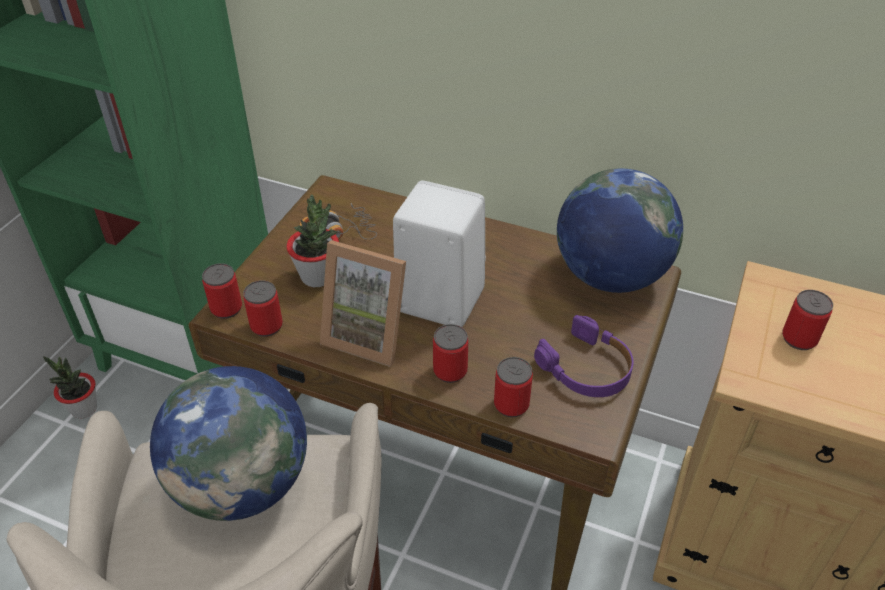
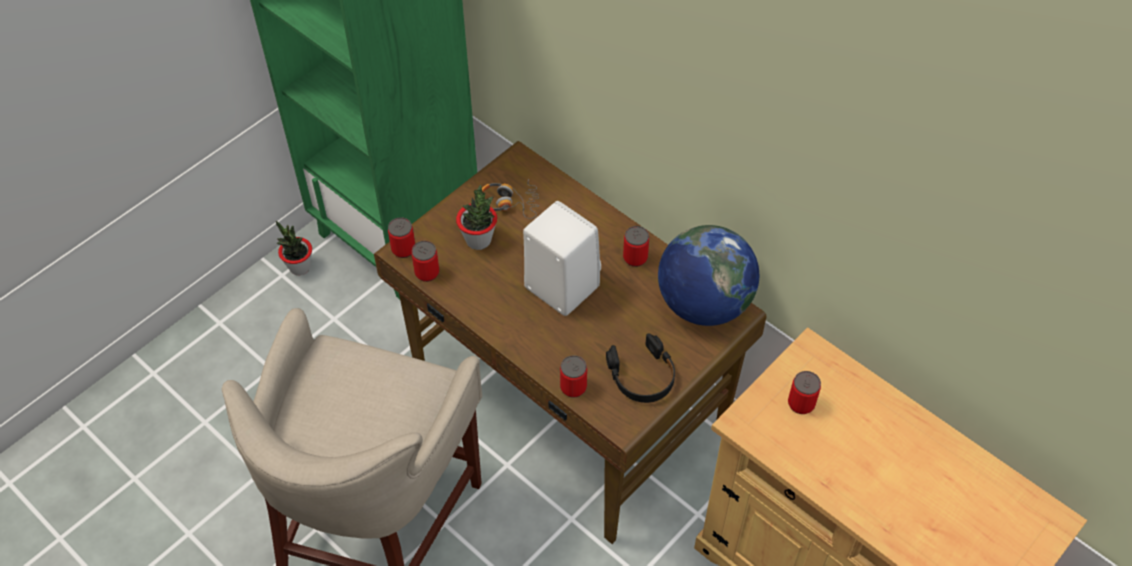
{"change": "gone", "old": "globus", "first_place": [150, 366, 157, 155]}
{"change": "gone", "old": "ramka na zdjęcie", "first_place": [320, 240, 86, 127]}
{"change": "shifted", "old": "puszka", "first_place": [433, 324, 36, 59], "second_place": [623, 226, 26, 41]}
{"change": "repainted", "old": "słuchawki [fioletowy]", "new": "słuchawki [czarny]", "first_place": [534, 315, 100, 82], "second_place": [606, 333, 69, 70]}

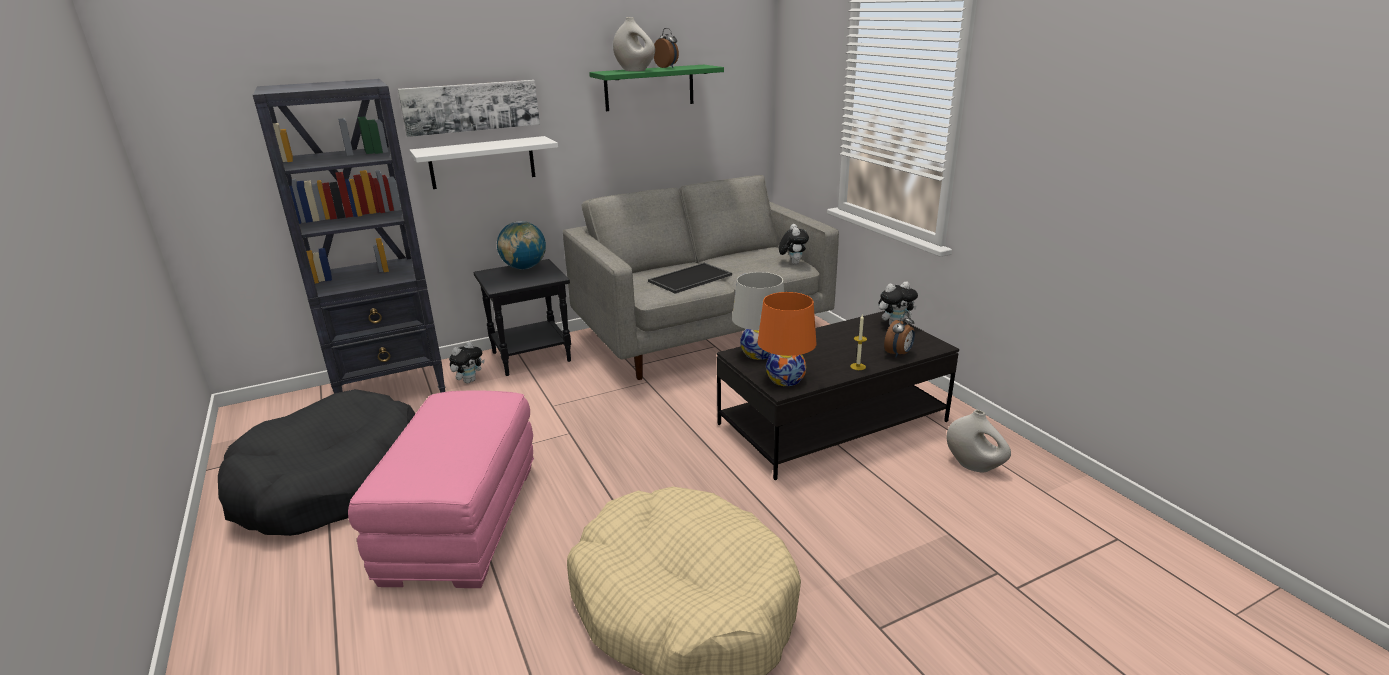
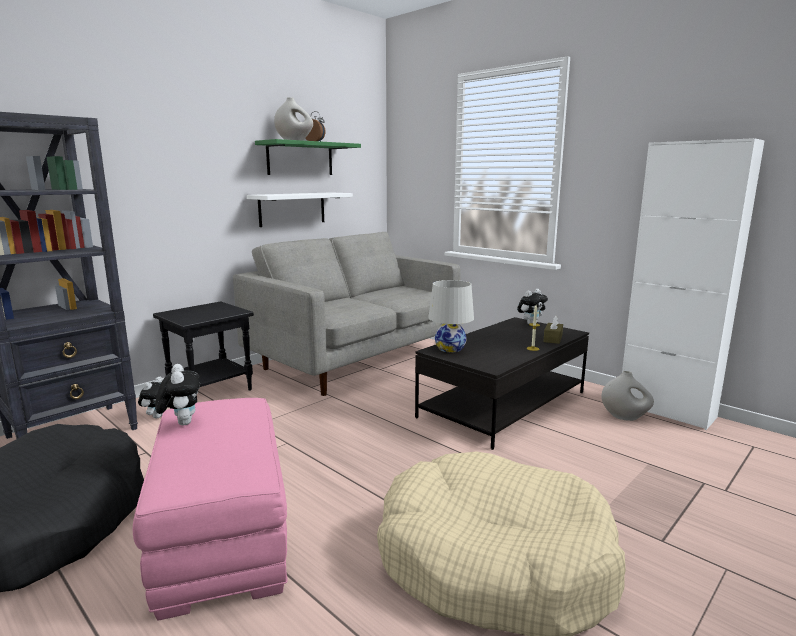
{"change": "gone", "old": "obraz", "first_place": [398, 80, 142, 57]}
{"change": "gone", "old": "globus", "first_place": [497, 221, 49, 48]}
{"change": "gone", "old": "taca", "first_place": [648, 263, 84, 31]}
{"change": "gone", "old": "lampa stołowa [pomarańczowy]", "first_place": [757, 292, 59, 94]}
{"change": "new", "new": "szafka [biały]", "second_place": [622, 138, 143, 292]}
{"change": "shifted", "old": "półka [biały]", "first_place": [410, 136, 148, 53], "second_place": [247, 192, 106, 35]}
{"change": "shifted", "old": "pluszak", "first_place": [779, 224, 30, 40], "second_place": [155, 364, 45, 61]}
{"change": "swapped", "old": "budzik", "new": "pudełko chusteczek [brązowy]", "first_place": [884, 311, 31, 46], "second_place": [543, 315, 20, 29]}

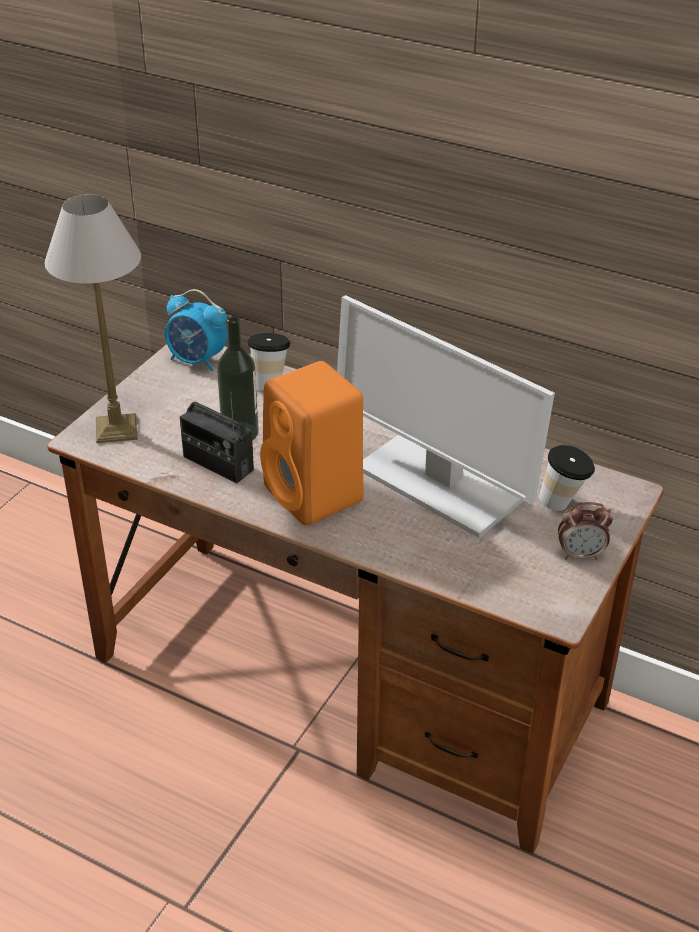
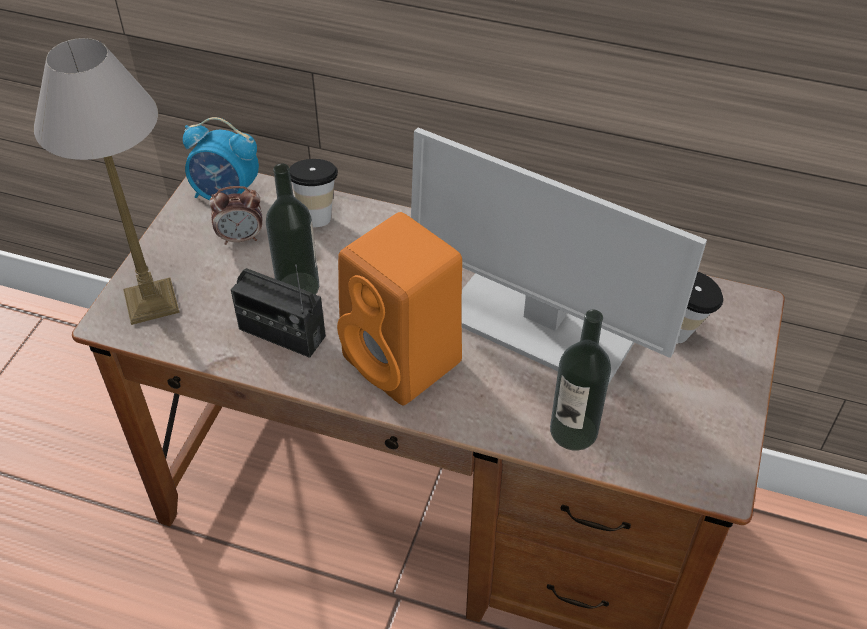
{"change": "new", "new": "butelka", "second_place": [550, 310, 61, 141]}
{"change": "shifted", "old": "budzik", "first_place": [558, 502, 55, 58], "second_place": [209, 186, 53, 59]}

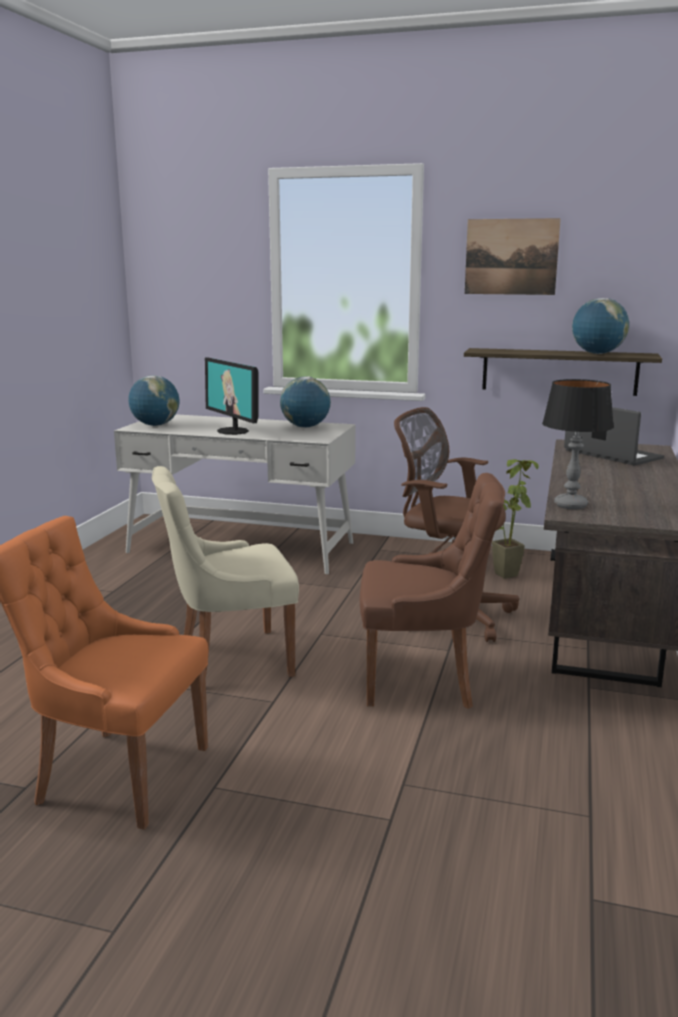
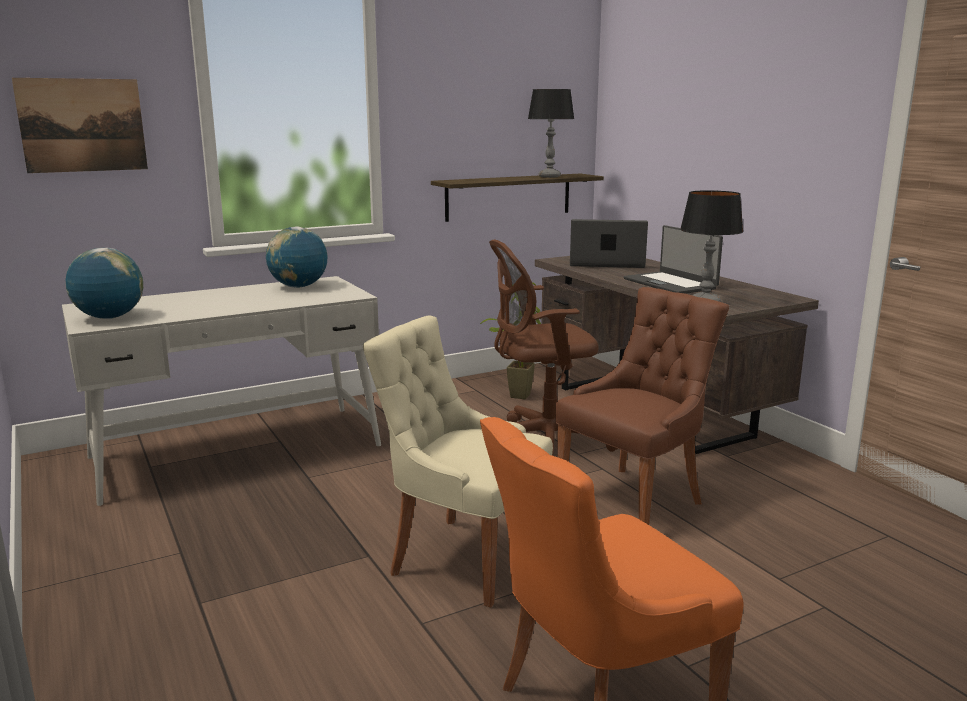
{"change": "gone", "old": "monitor", "first_place": [205, 357, 54, 78]}
{"change": "new", "new": "laptop", "second_place": [624, 225, 99, 69]}
{"change": "shifted", "old": "obraz", "first_place": [465, 218, 96, 77], "second_place": [12, 78, 136, 95]}
{"change": "swapped", "old": "globus", "new": "lampa stołowa", "first_place": [572, 298, 57, 56], "second_place": [528, 89, 46, 89]}
{"change": "rotated", "old": "krzesło [beżowy]", "first_place": [152, 466, 147, 213], "second_place": [363, 315, 190, 293], "degrees": 90}

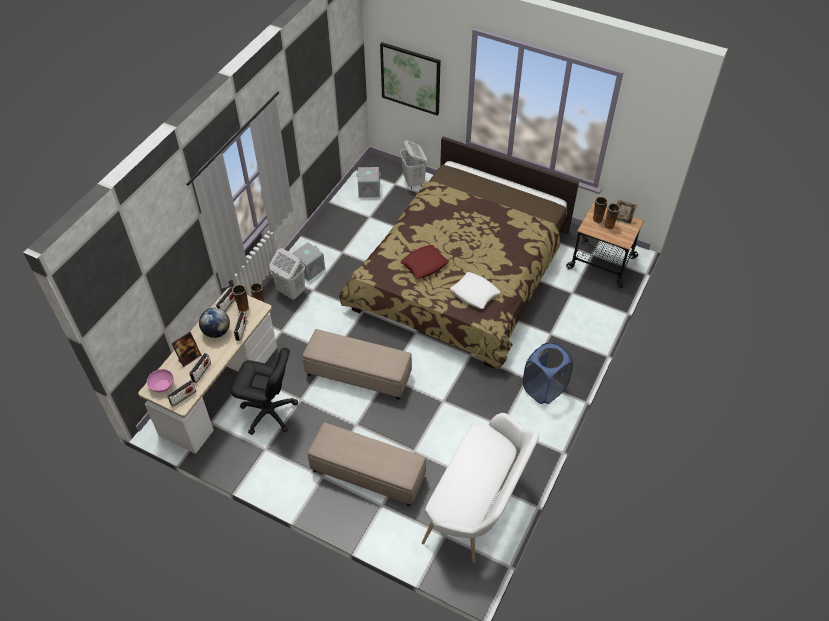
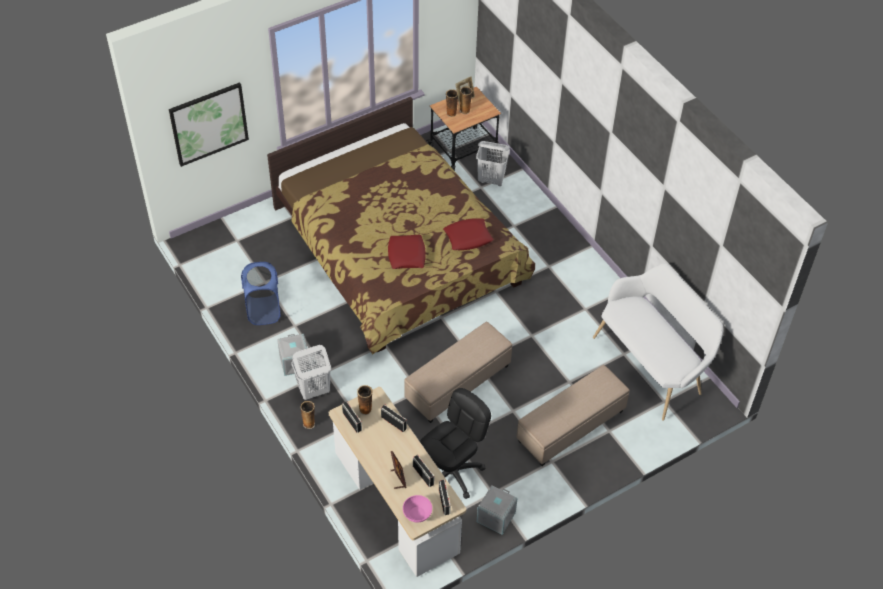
{"change": "gone", "old": "globus", "first_place": [199, 308, 31, 30]}
{"change": "shifted", "old": "pojemnik do przechowywania [szary]", "first_place": [356, 167, 25, 31], "second_place": [477, 485, 41, 50]}
{"change": "shifted", "old": "kosz na pranie [biały]", "first_place": [400, 140, 27, 49], "second_place": [476, 141, 34, 45]}
{"change": "shifted", "old": "kosz na pranie [niebieski]", "first_place": [523, 343, 50, 61], "second_place": [241, 262, 40, 63]}
{"change": "repainted", "old": "poduszka [biały]", "new": "poduszka [czerwony]", "first_place": [450, 272, 50, 37], "second_place": [443, 218, 50, 32]}

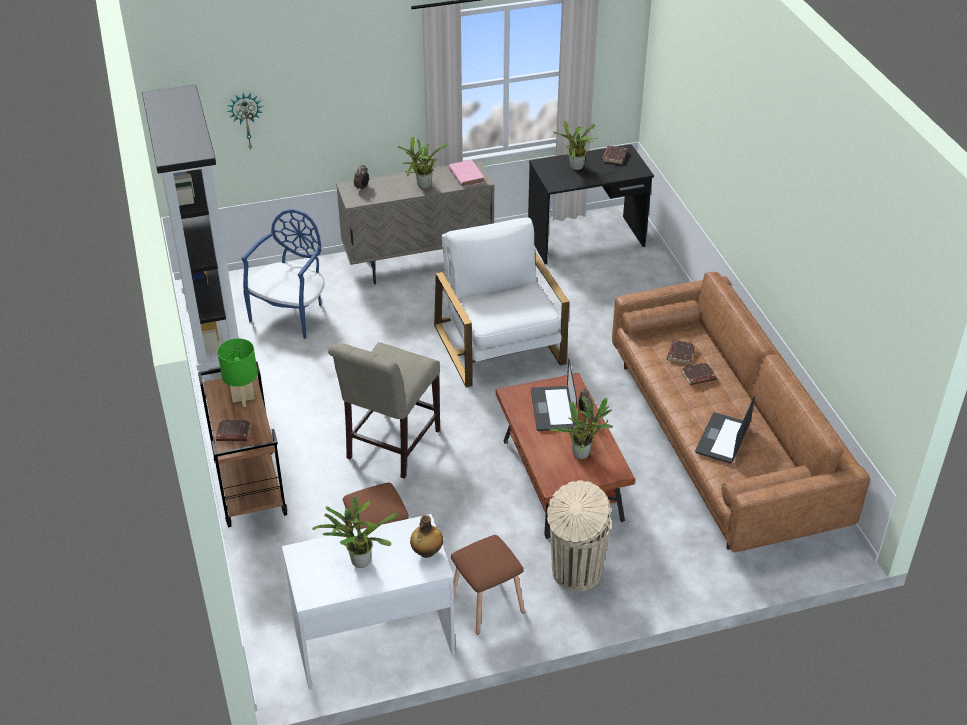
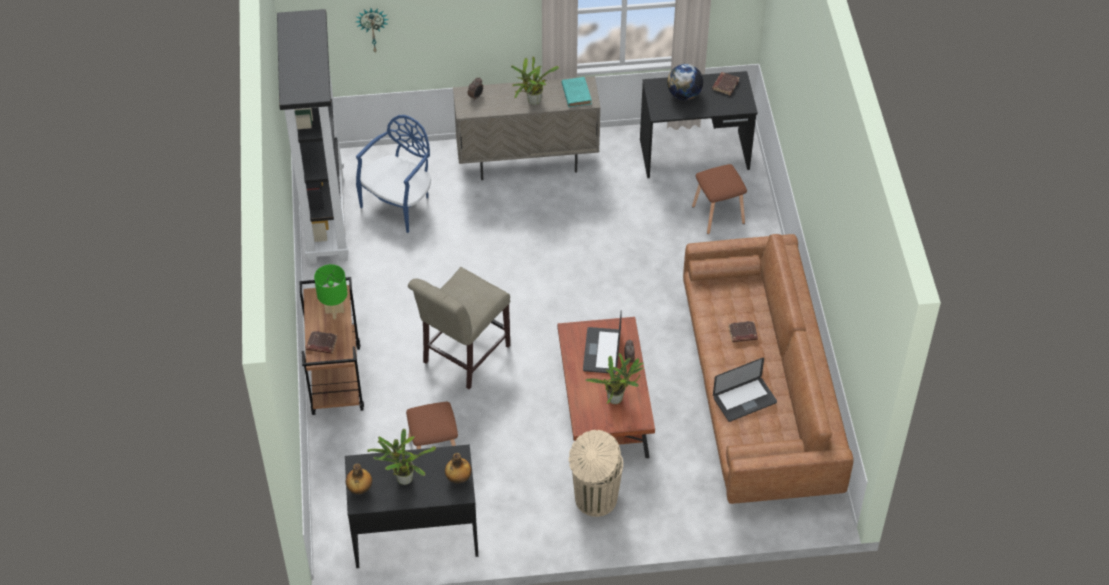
{"change": "gone", "old": "fotel [biały]", "first_place": [434, 218, 135, 169]}
{"change": "gone", "old": "książka [brązowy]", "first_place": [667, 340, 28, 25]}
{"change": "new", "new": "butelka", "second_place": [346, 463, 26, 31]}
{"change": "shifted", "old": "stołek [brązowy]", "first_place": [451, 535, 74, 99], "second_place": [692, 164, 55, 70]}
{"change": "swapped", "old": "roślina doniczkowa", "new": "globus", "first_place": [554, 121, 43, 49], "second_place": [667, 64, 36, 36]}
{"change": "repainted", "old": "biurko [biały]", "new": "biurko [czarny]", "first_place": [282, 514, 173, 176], "second_place": [345, 444, 133, 124]}
{"change": "repainted", "old": "książka [różowy]", "new": "książka [turkusowy]", "first_place": [449, 160, 36, 27], "second_place": [561, 77, 31, 30]}
{"change": "rotated", "old": "laptop", "first_place": [695, 395, 60, 69], "second_place": [713, 357, 64, 65], "degrees": -150}

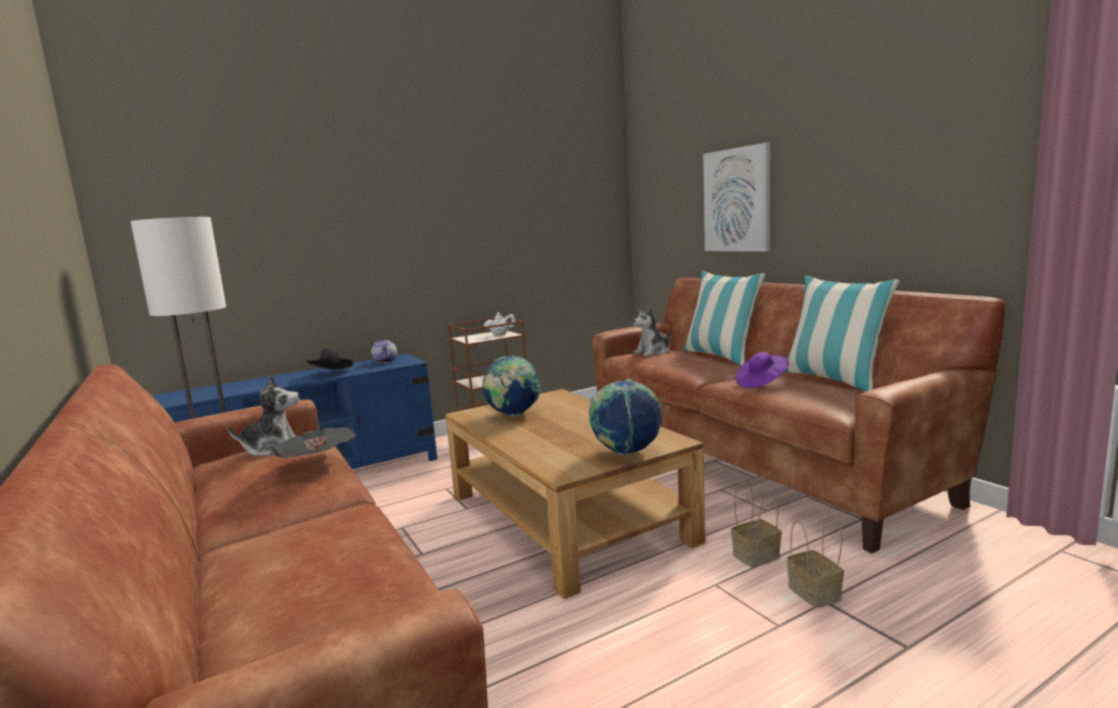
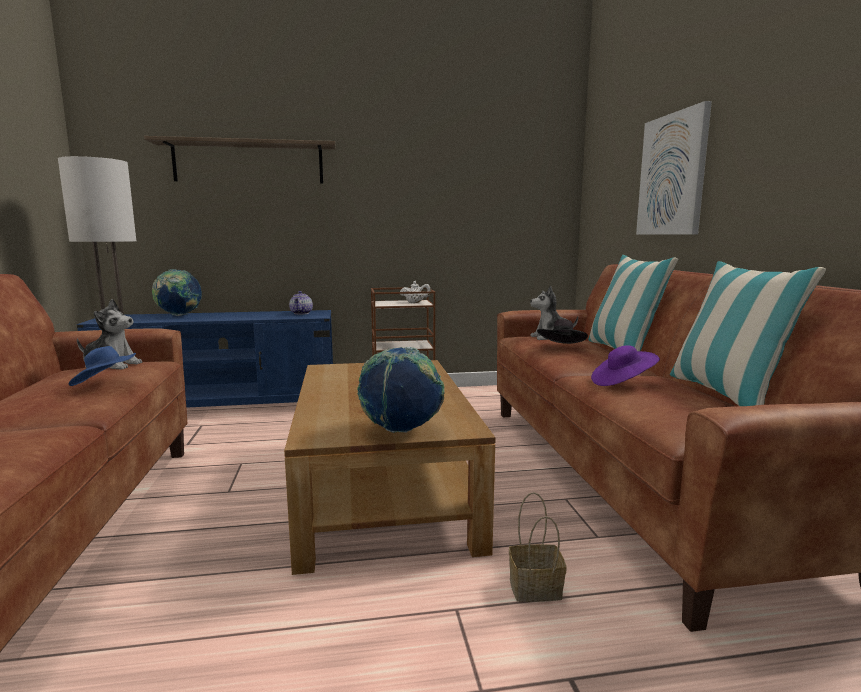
{"change": "gone", "old": "koszyk", "first_place": [787, 512, 57, 96]}
{"change": "new", "new": "półka", "second_place": [144, 136, 192, 48]}
{"change": "shifted", "old": "kapelusz [czarny]", "first_place": [306, 349, 47, 21], "second_place": [537, 319, 51, 25]}
{"change": "shifted", "old": "globus", "first_place": [482, 356, 60, 60], "second_place": [152, 269, 50, 47]}
{"change": "swapped", "old": "gazeta", "new": "kapelusz [niebieski]", "first_place": [268, 427, 89, 31], "second_place": [68, 346, 68, 40]}

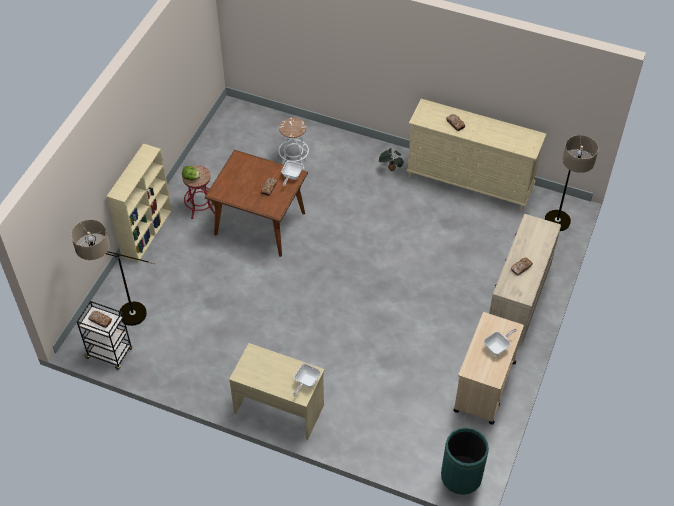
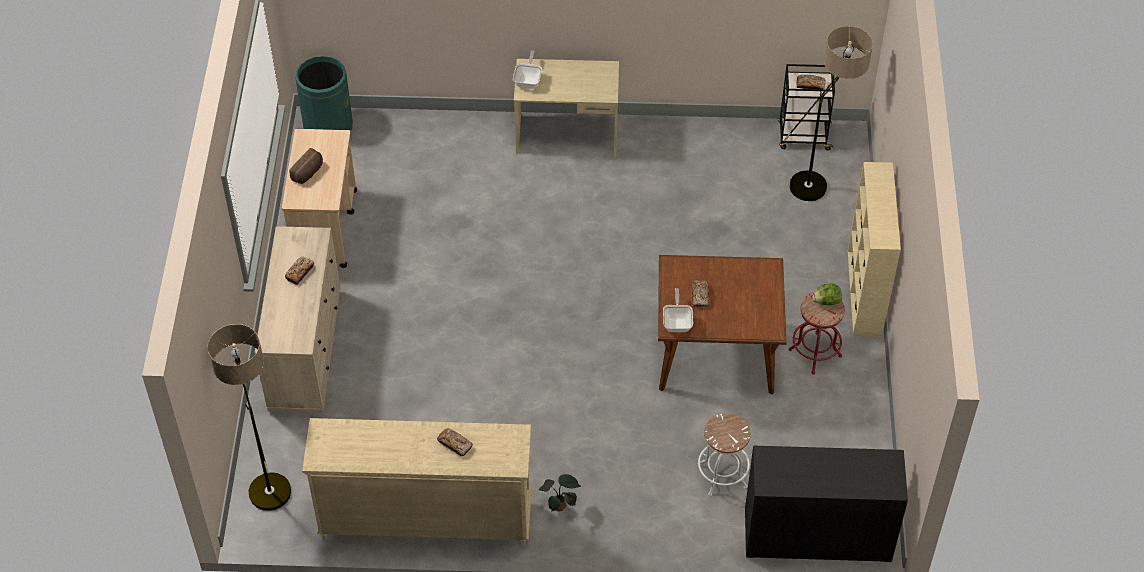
{"change": "new", "new": "szafka [czarny]", "second_place": [745, 446, 163, 116]}
{"change": "swapped", "old": "patelnia", "new": "chleb", "first_place": [484, 329, 33, 26], "second_place": [289, 148, 34, 36]}

